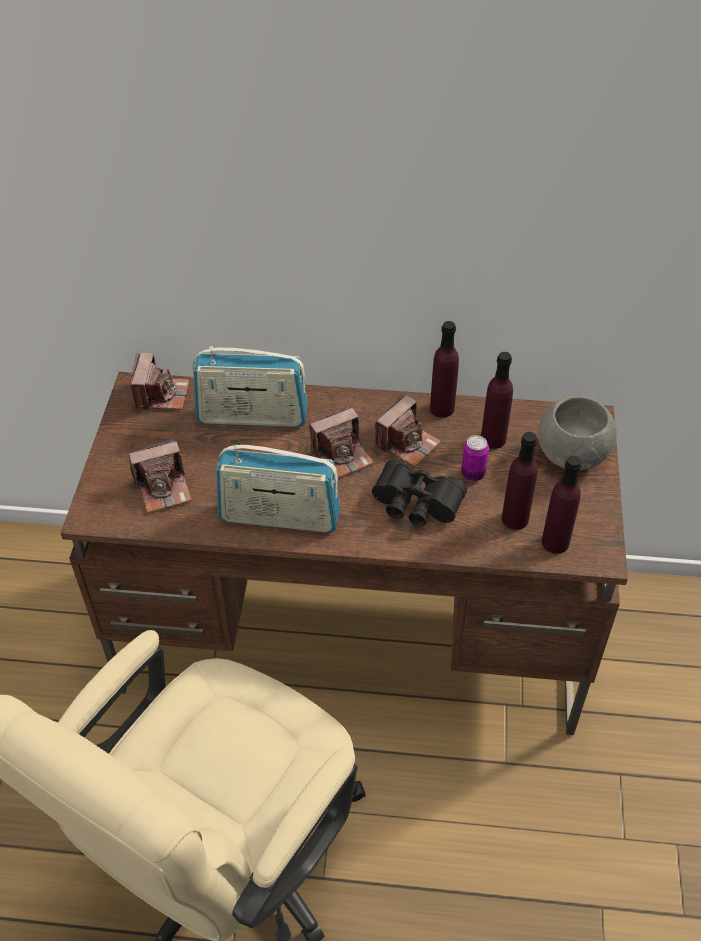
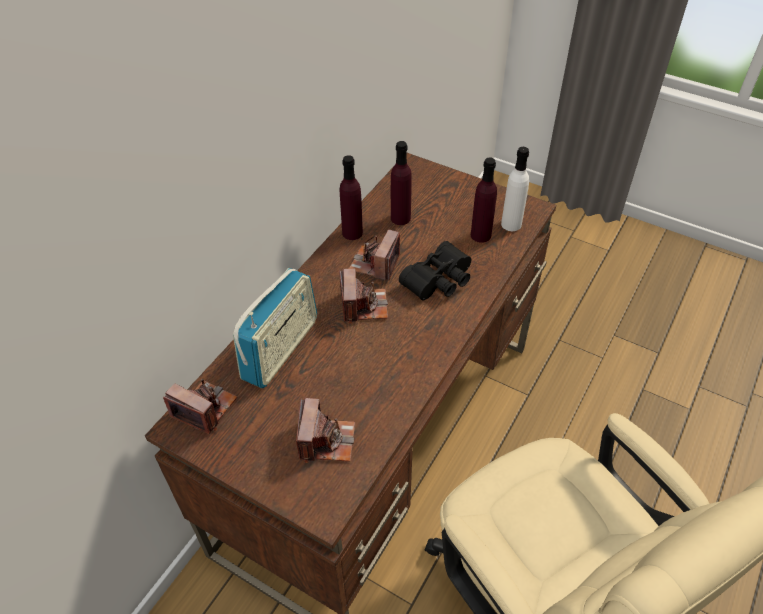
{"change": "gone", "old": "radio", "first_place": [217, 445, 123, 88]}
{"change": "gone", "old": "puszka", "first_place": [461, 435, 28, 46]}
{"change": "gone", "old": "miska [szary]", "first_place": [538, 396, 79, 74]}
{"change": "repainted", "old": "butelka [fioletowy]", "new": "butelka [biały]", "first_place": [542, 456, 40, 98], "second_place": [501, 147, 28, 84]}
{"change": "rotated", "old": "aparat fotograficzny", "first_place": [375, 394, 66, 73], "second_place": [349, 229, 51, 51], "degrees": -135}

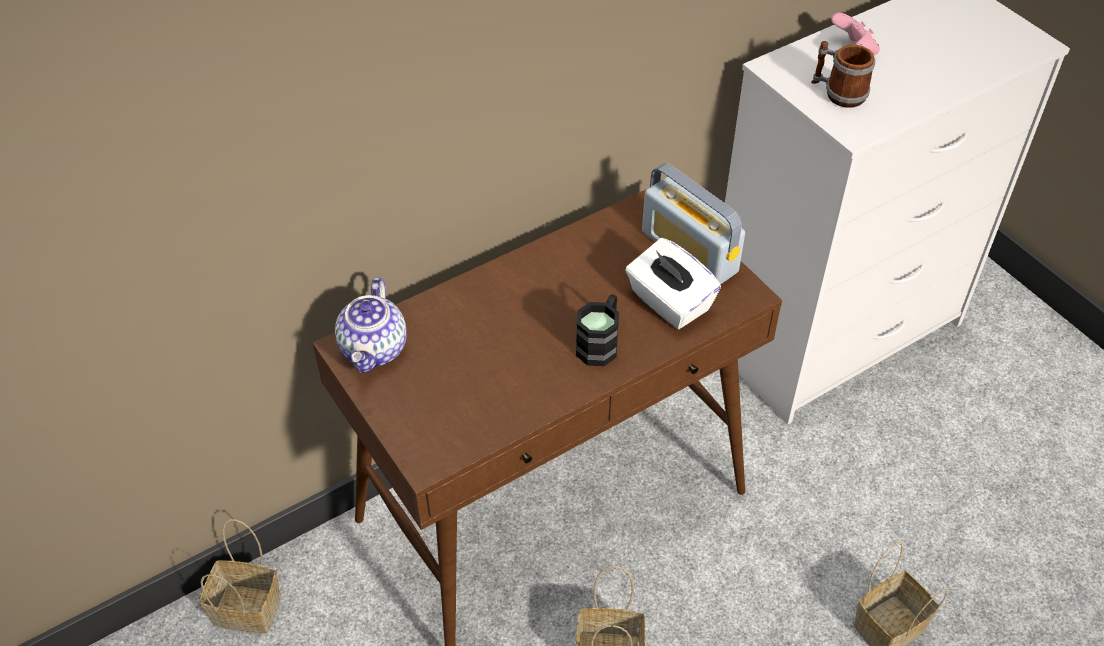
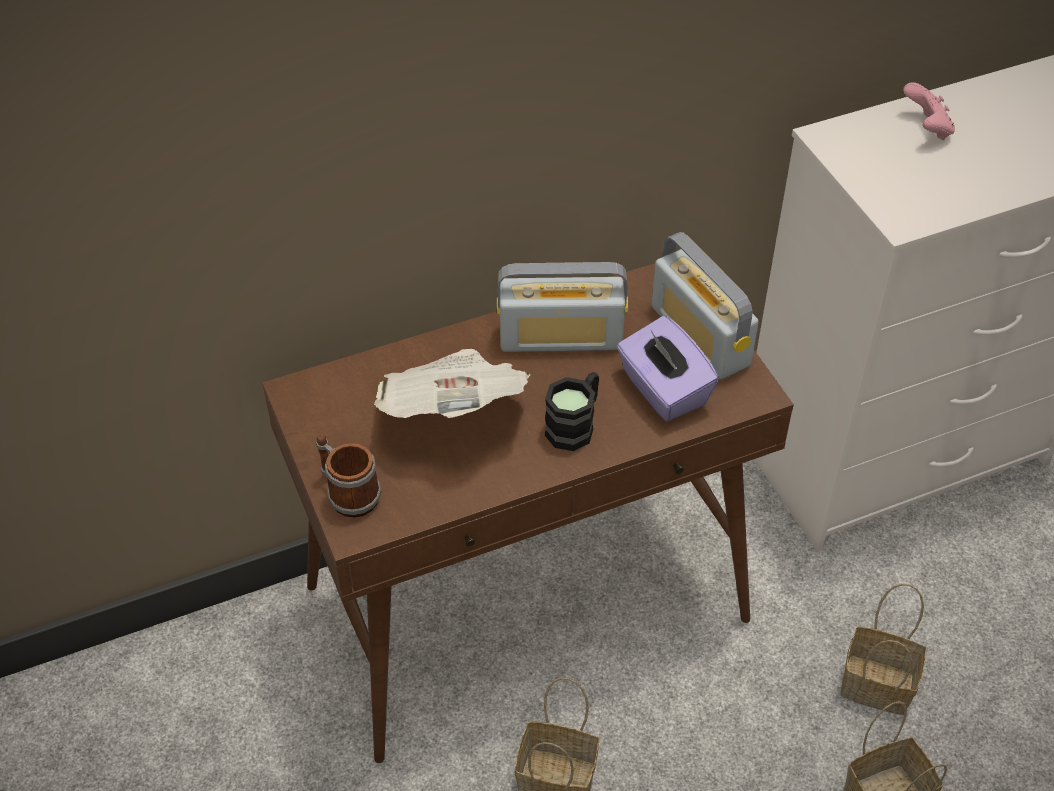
{"change": "gone", "old": "imbryk", "first_place": [335, 277, 72, 96]}
{"change": "new", "new": "gazeta", "second_place": [374, 349, 156, 69]}
{"change": "new", "new": "radio", "second_place": [497, 262, 131, 90]}
{"change": "shifted", "old": "koszyk", "first_place": [200, 519, 81, 115], "second_place": [840, 583, 86, 132]}
{"change": "shifted", "old": "kubek", "first_place": [811, 41, 64, 67], "second_place": [316, 434, 65, 84]}
{"change": "repainted", "old": "pudełko chusteczek [biały]", "new": "pudełko chusteczek [fioletowy]", "first_place": [625, 238, 96, 91], "second_place": [617, 316, 102, 106]}

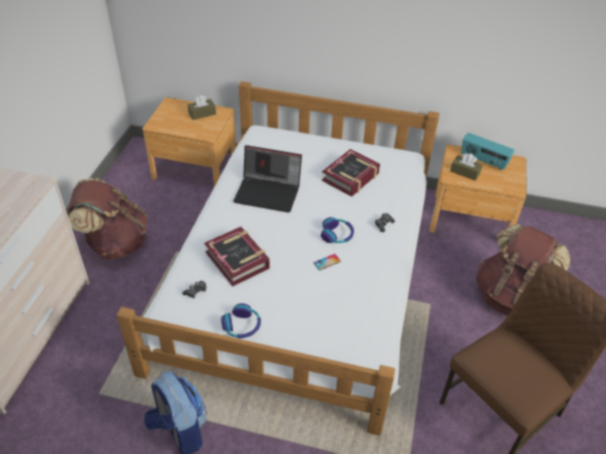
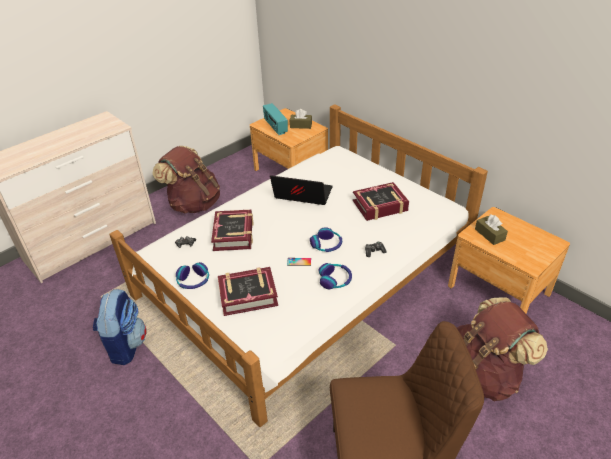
{"change": "new", "new": "książka", "second_place": [218, 267, 60, 49]}
{"change": "new", "new": "słuchawki", "second_place": [318, 263, 34, 26]}
{"change": "shifted", "old": "radio", "first_place": [461, 133, 54, 37], "second_place": [263, 103, 25, 32]}
{"change": "rotated", "old": "laptop", "first_place": [233, 145, 69, 68], "second_place": [270, 175, 63, 30], "degrees": 150}

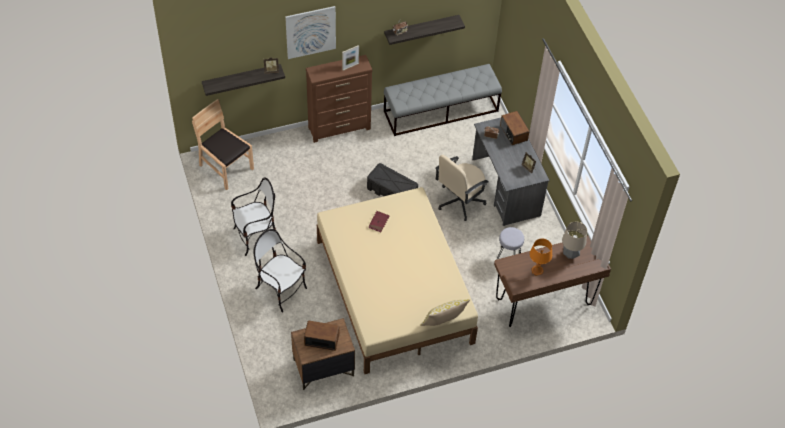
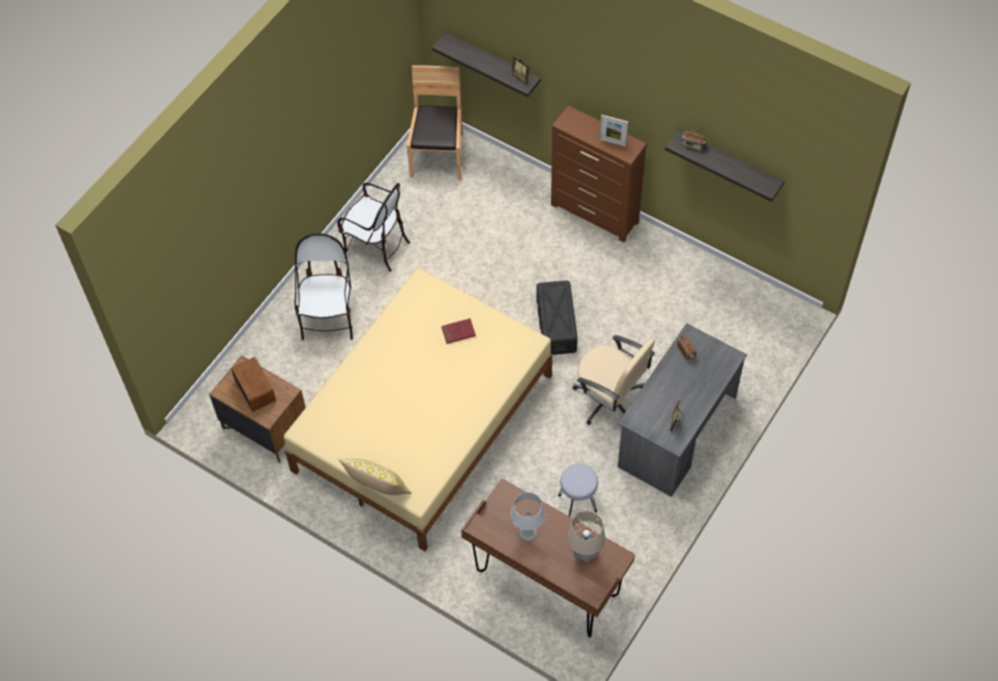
{"change": "gone", "old": "obraz", "first_place": [285, 6, 51, 53]}
{"change": "gone", "old": "ławka [szary]", "first_place": [384, 64, 118, 72]}
{"change": "gone", "old": "radio", "first_place": [500, 111, 29, 34]}
{"change": "repainted", "old": "lampa stołowa [pomarańczowy]", "new": "lampa stołowa [szary]", "first_place": [530, 238, 22, 38], "second_place": [511, 492, 34, 49]}
{"change": "rotated", "old": "krzesło biurowe [beżowy]", "first_place": [435, 155, 53, 66], "second_place": [573, 335, 82, 90], "degrees": -150}

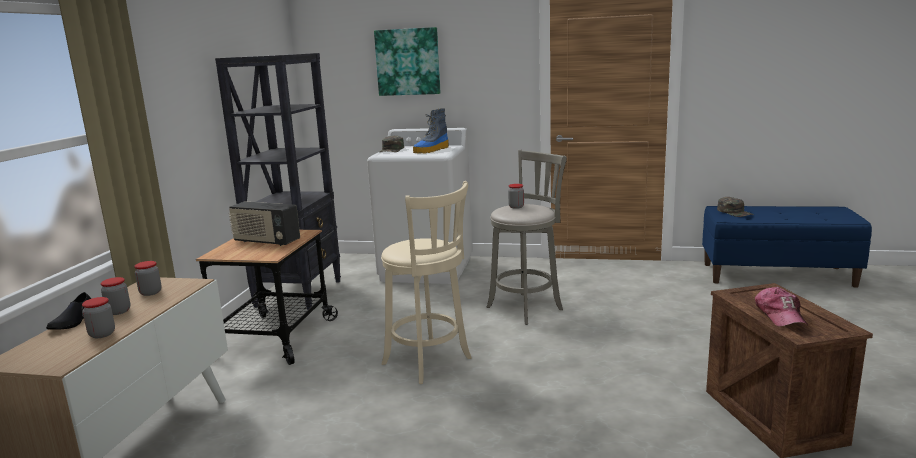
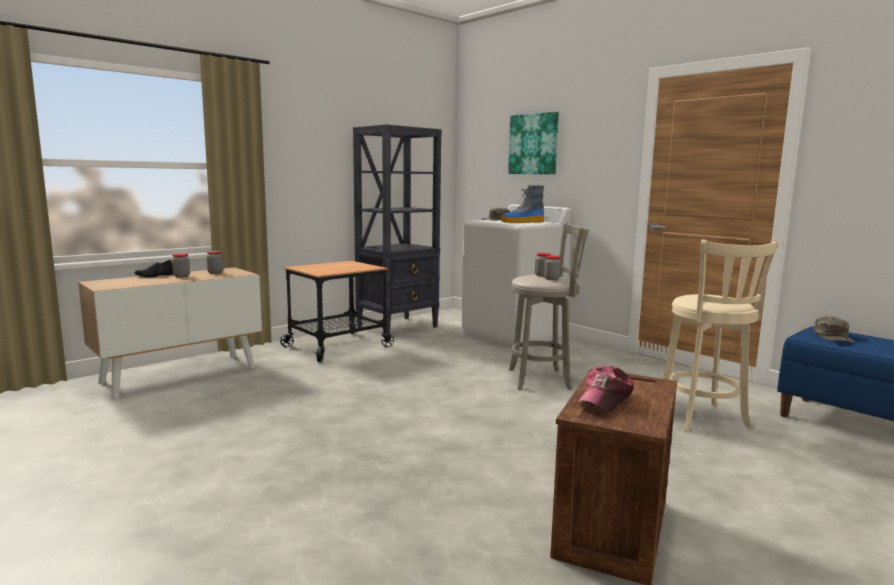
{"change": "gone", "old": "radio", "first_place": [229, 201, 71, 45]}
{"change": "shifted", "old": "słoik", "first_place": [82, 297, 33, 41], "second_place": [544, 255, 17, 25]}
{"change": "shifted", "old": "stołek [beżowy]", "first_place": [381, 181, 91, 203], "second_place": [663, 240, 116, 192]}

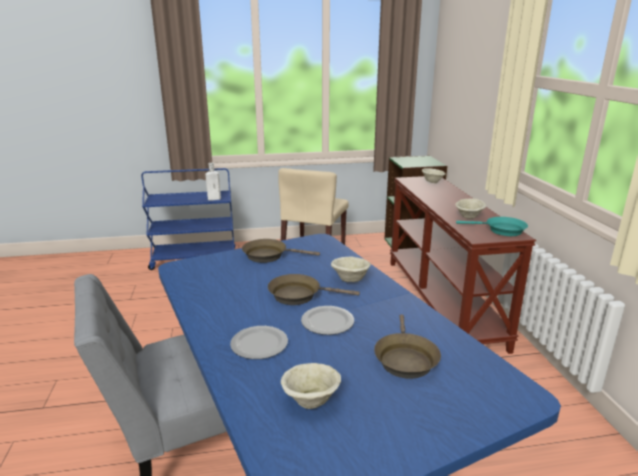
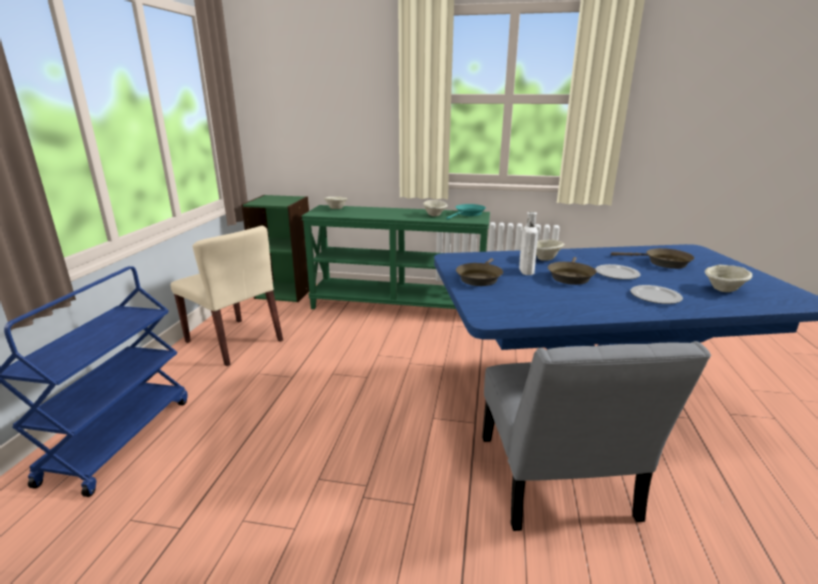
{"change": "shifted", "old": "butelka [biały]", "first_place": [205, 163, 16, 38], "second_place": [519, 212, 19, 63]}
{"change": "repainted", "old": "stolik konsolowy [brązowy]", "new": "stolik konsolowy [zielony]", "first_place": [390, 176, 146, 178], "second_place": [301, 205, 189, 104]}

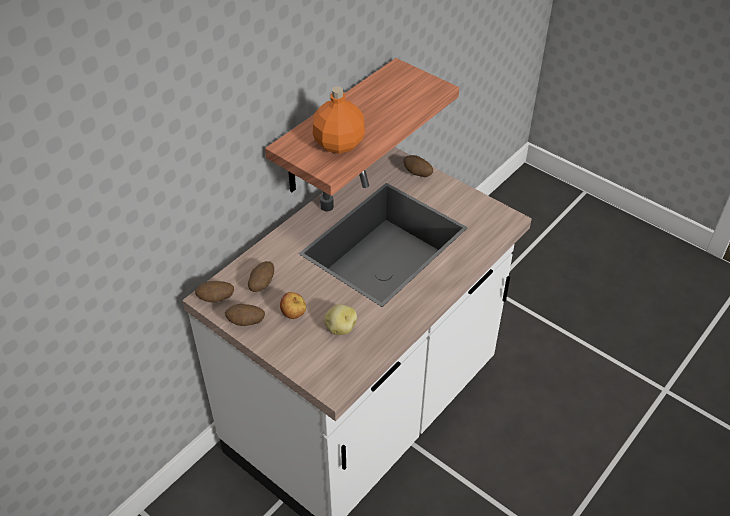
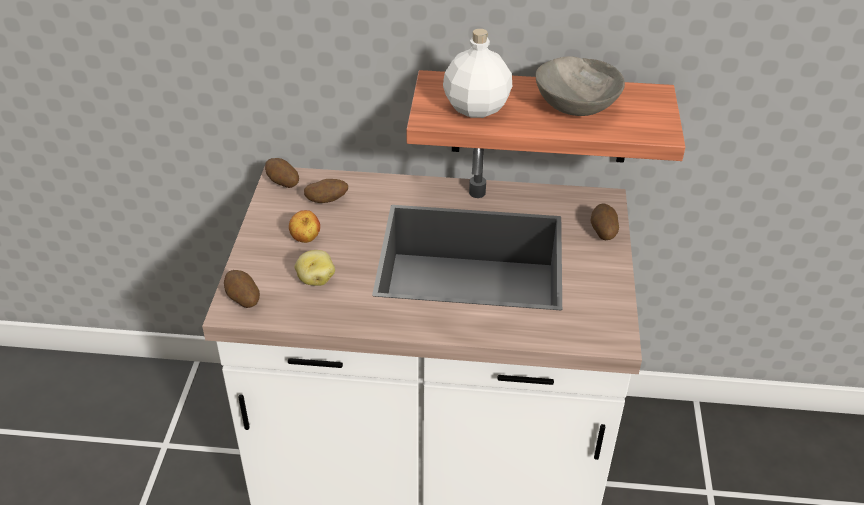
{"change": "new", "new": "miska [szary]", "second_place": [535, 56, 90, 60]}
{"change": "shifted", "old": "ziemniak", "first_place": [225, 304, 40, 22], "second_place": [224, 270, 36, 38]}
{"change": "repainted", "old": "butelka [pomarańczowy]", "new": "butelka [biały]", "first_place": [313, 86, 52, 68], "second_place": [443, 29, 69, 89]}

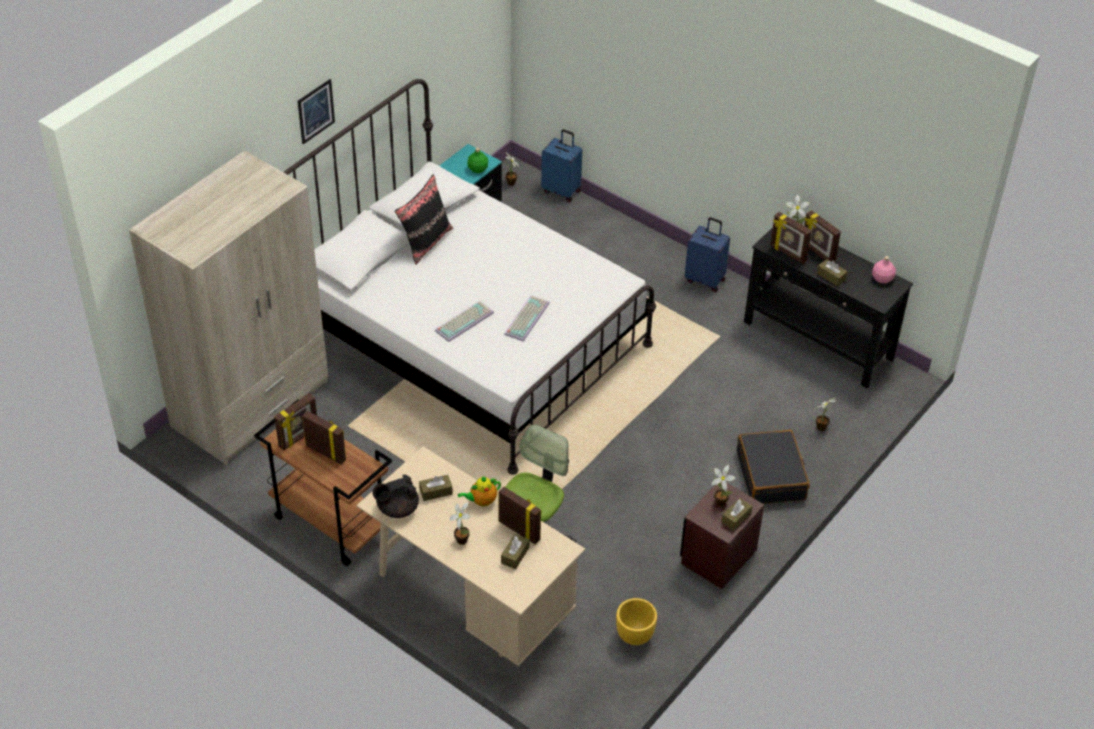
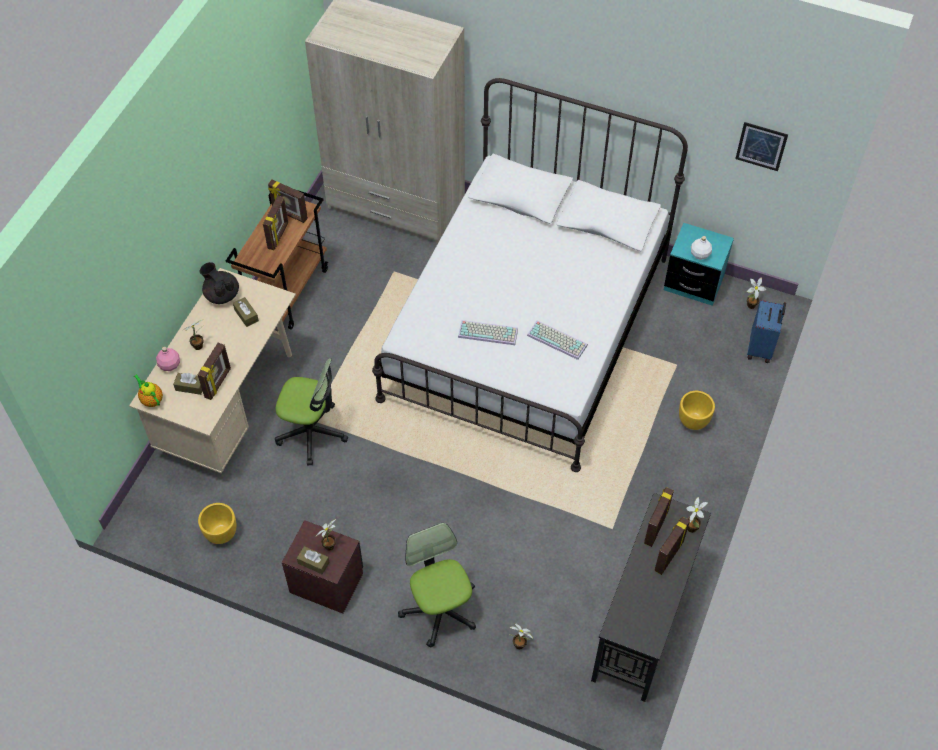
{"change": "gone", "old": "poduszka [czarny]", "first_place": [395, 174, 58, 90]}
{"change": "gone", "old": "walizka [niebieski]", "first_place": [685, 217, 45, 75]}
{"change": "gone", "old": "pudełko chusteczek [brązowy]", "first_place": [817, 259, 31, 27]}
{"change": "new", "new": "donica [żółty]", "second_place": [679, 391, 36, 39]}
{"change": "shifted", "old": "obraz", "first_place": [298, 79, 37, 65], "second_place": [735, 122, 53, 49]}
{"change": "shifted", "old": "klawiatura", "first_place": [435, 301, 59, 41], "second_place": [527, 321, 61, 39]}
{"change": "shifted", "old": "imbryk", "first_place": [458, 476, 43, 31], "second_place": [134, 374, 29, 33]}
{"change": "shifted", "old": "butelka [różowy]", "first_place": [872, 256, 24, 27], "second_place": [156, 347, 24, 24]}
{"change": "swapped", "old": "walizka [czarny]", "new": "krzesło biurowe", "first_place": [737, 430, 73, 74], "second_place": [398, 523, 78, 125]}
{"change": "repainted", "old": "butelka [zielony]", "new": "butelka [biały]", "first_place": [467, 147, 21, 26], "second_place": [691, 236, 21, 24]}

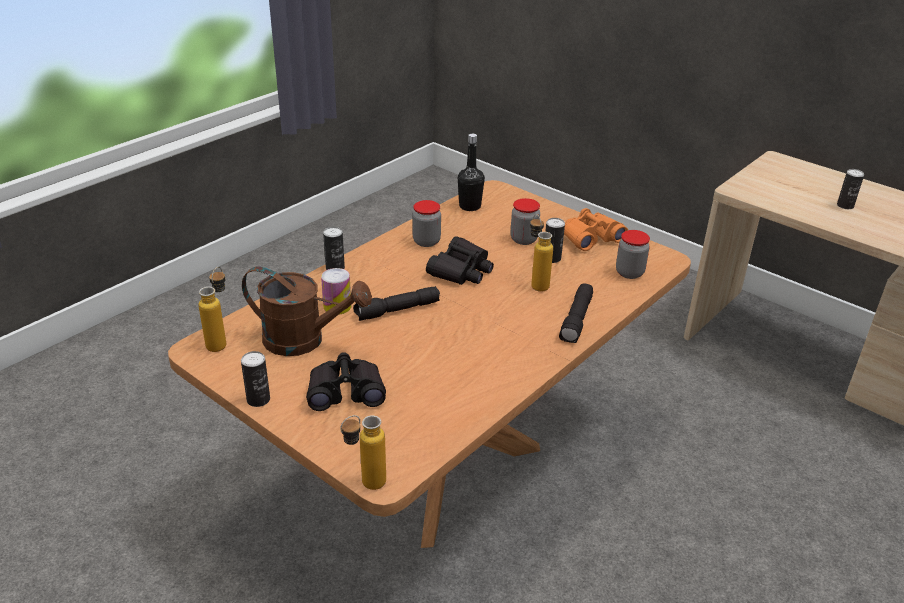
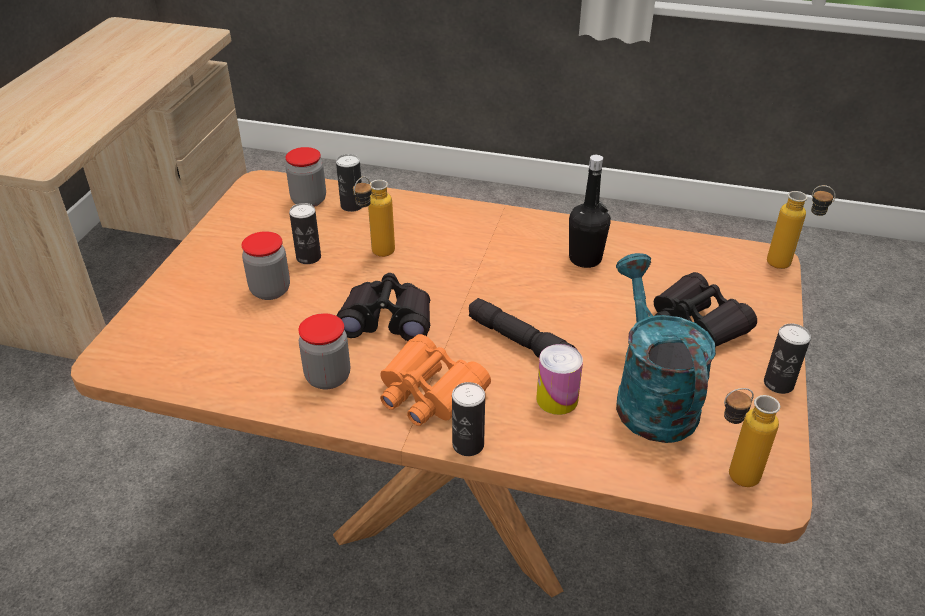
{"change": "gone", "old": "latarka [czarny]", "first_place": [559, 283, 34, 60]}
{"change": "shifted", "old": "butelka [czarny]", "first_place": [458, 134, 27, 77], "second_place": [569, 155, 42, 113]}
{"change": "shifted", "old": "lornetka [pomarańczowy]", "first_place": [564, 208, 64, 43], "second_place": [380, 334, 111, 92]}
{"change": "shifted", "old": "puszka", "first_place": [837, 169, 27, 40], "second_place": [336, 154, 26, 58]}
{"change": "repainted", "old": "konewka [brązowy]", "new": "konewka [turkusowy]", "first_place": [242, 267, 130, 89], "second_place": [616, 253, 100, 190]}

